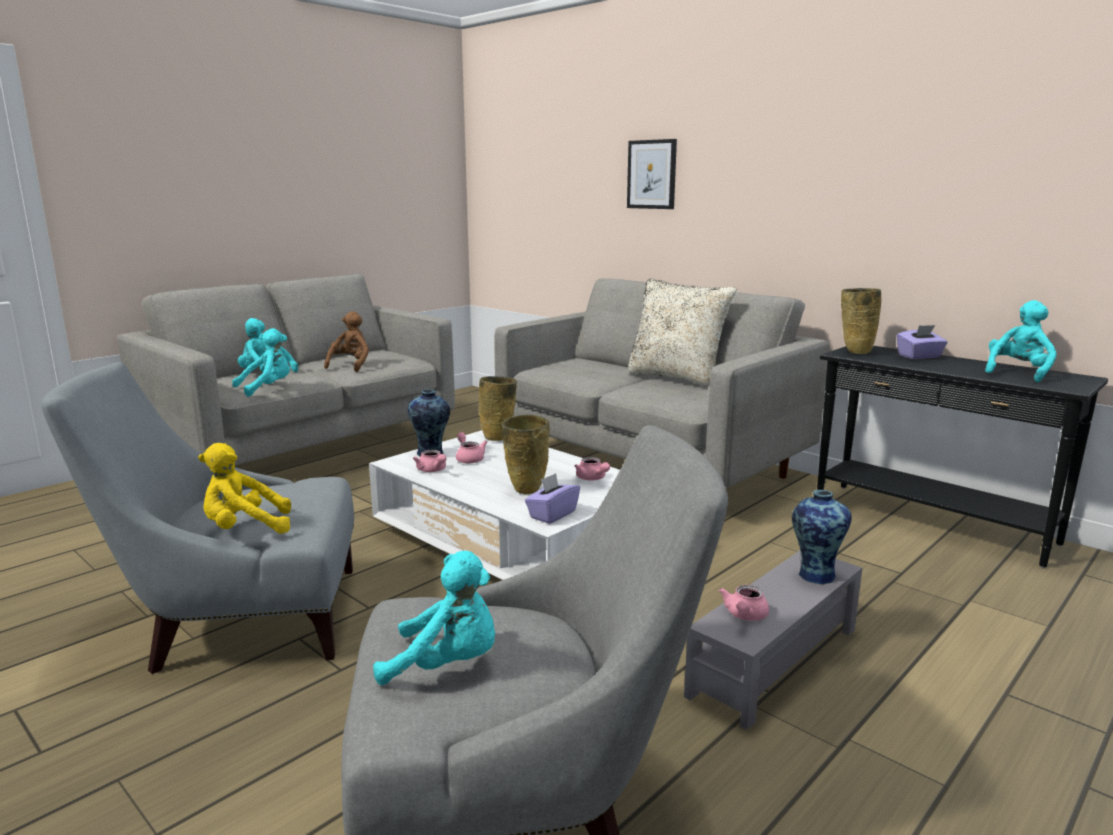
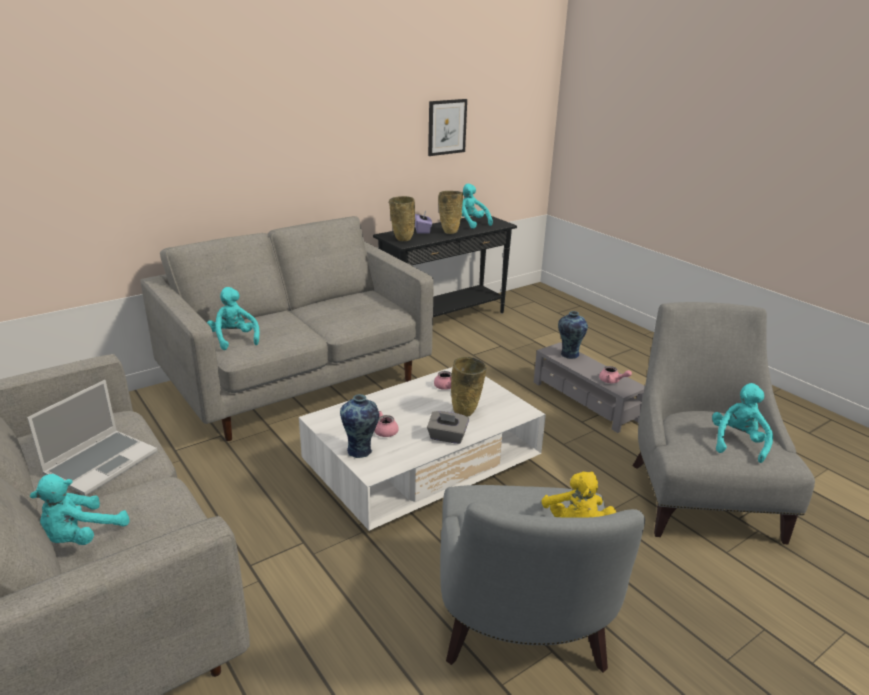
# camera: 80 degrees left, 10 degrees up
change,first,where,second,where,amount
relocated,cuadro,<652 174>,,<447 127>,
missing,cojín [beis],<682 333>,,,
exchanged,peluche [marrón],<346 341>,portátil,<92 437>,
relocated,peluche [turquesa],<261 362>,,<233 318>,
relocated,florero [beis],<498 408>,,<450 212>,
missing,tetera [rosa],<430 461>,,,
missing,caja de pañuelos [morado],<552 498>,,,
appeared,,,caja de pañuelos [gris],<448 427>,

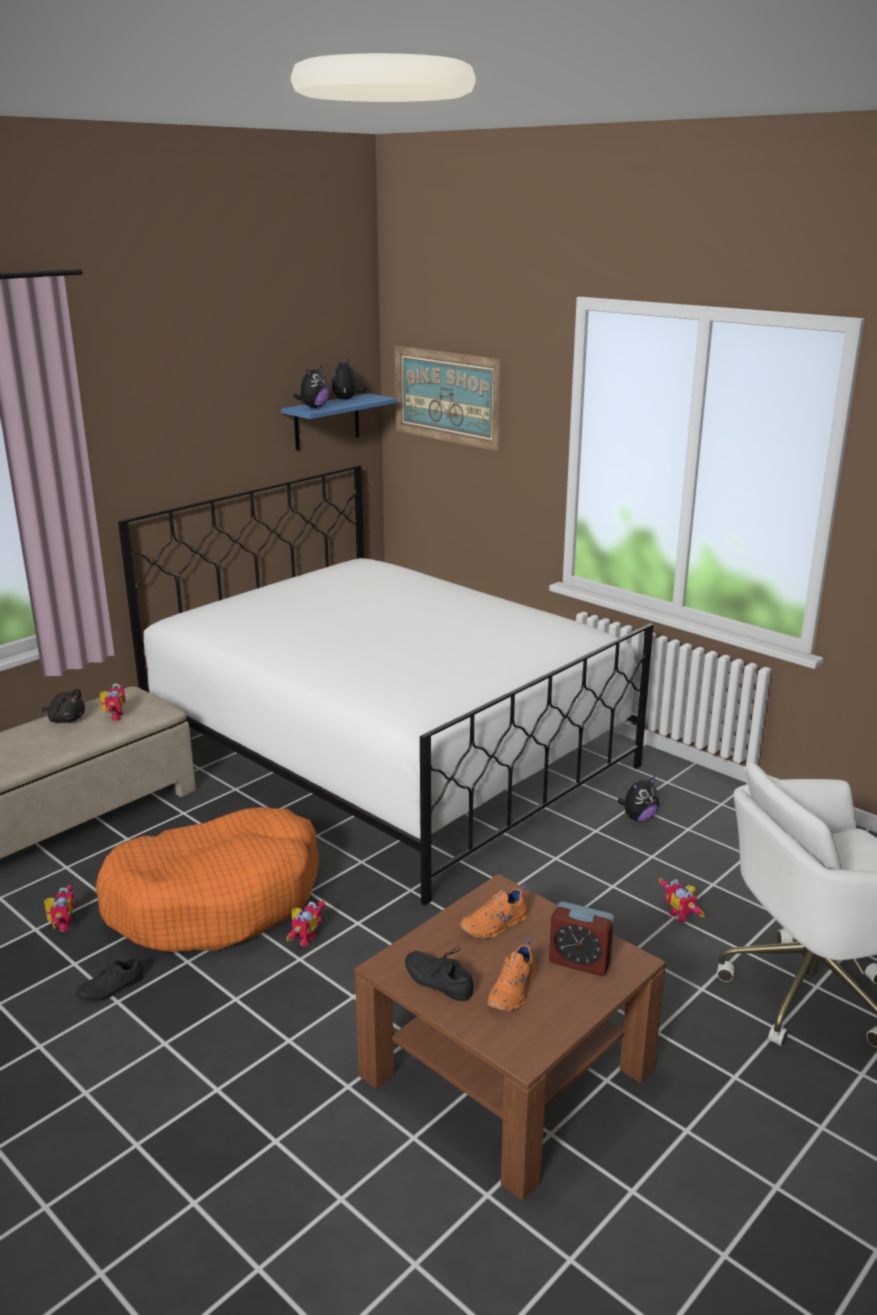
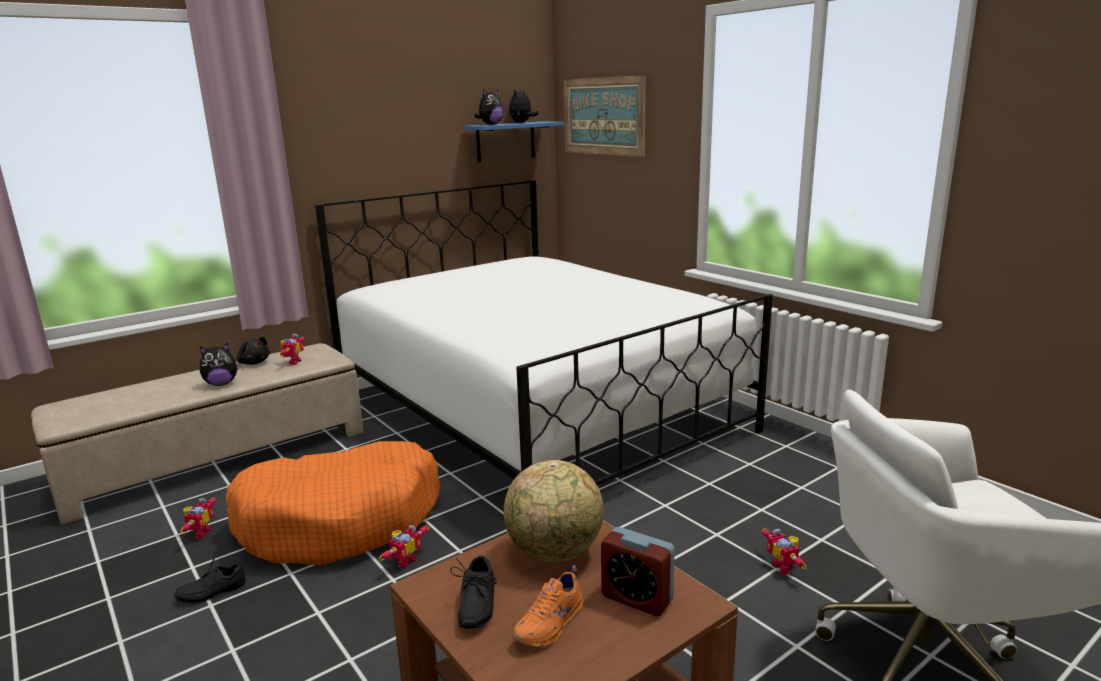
# camera: 10 degrees right, 5 degrees down
change,first,where,second,where,amount
relocated,peluche,<638 799>,,<220 364>,
exchanged,zapato [naranja],<494 912>,globo terráqueo,<554 511>,
spun,zapato [negro],<439 973>,,<473 592>,135 degrees counterclockwise

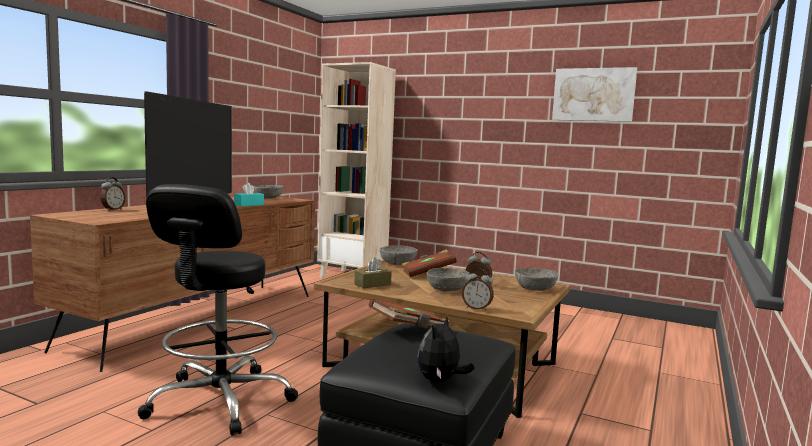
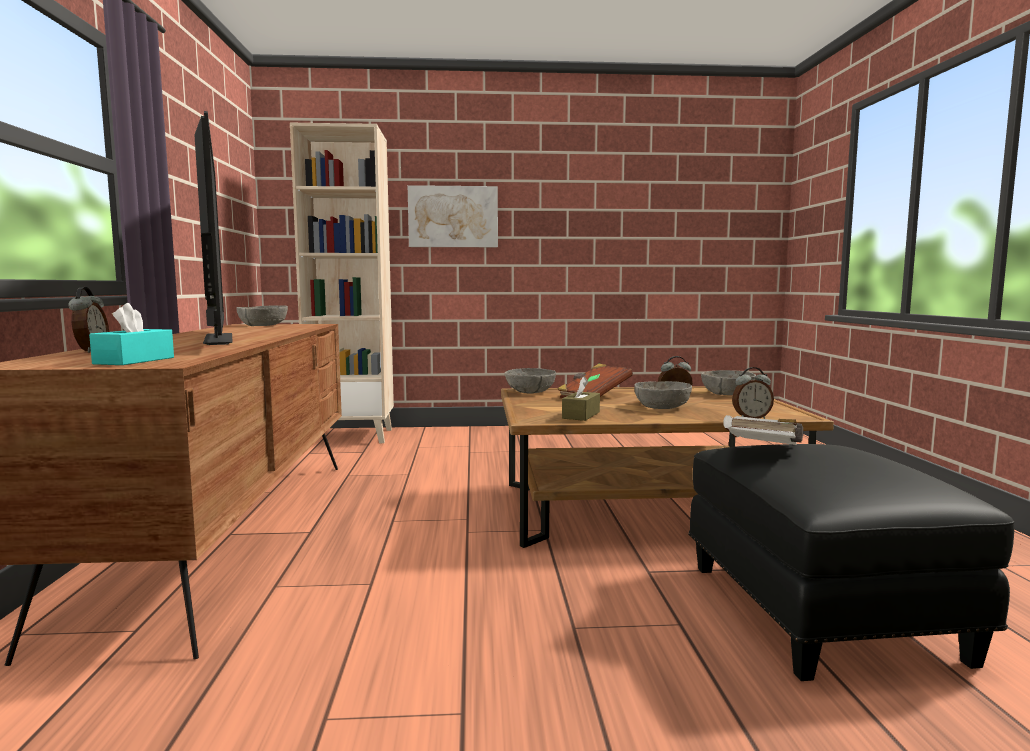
# camera: 30 degrees left, 0 degrees up
change,first,where,second,where,amount
relocated,cuadro,<594 94>,,<453 216>,
relocated,caja de pañuelos [turquesa],<249 194>,,<131 334>,
missing,taburete [negro],<218 309>,,,
colour,libro [marrón],<410 313>,libro [blanco],<763 430>,
missing,peluche,<446 349>,,,

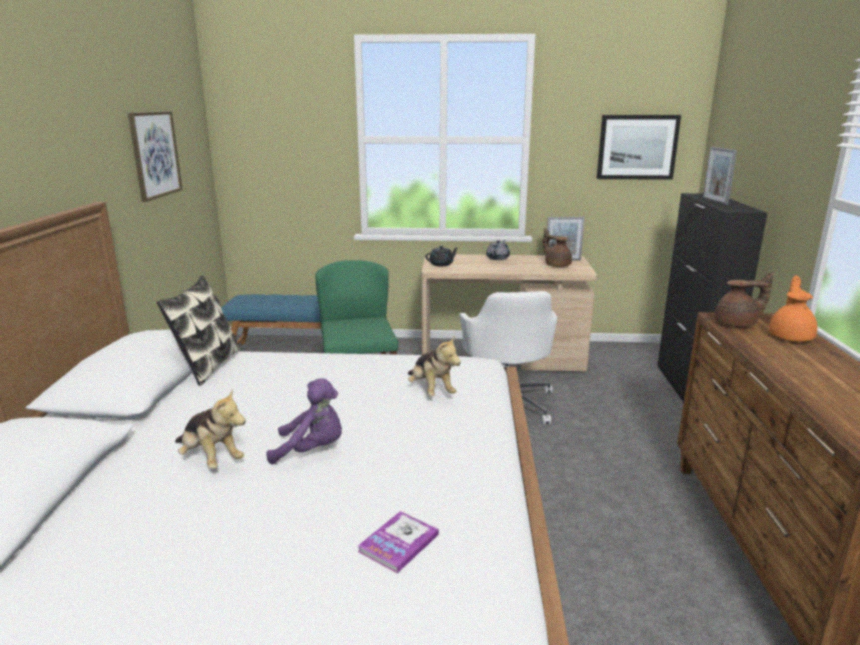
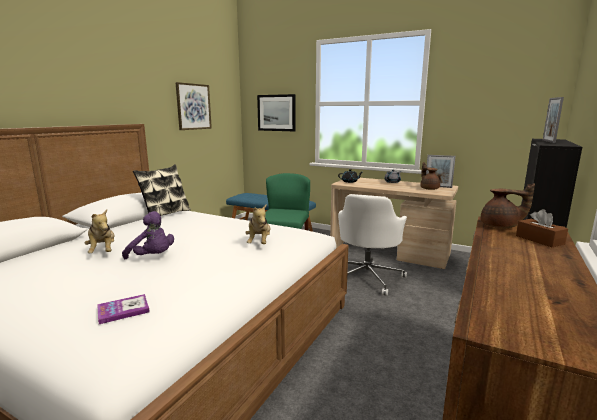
# camera: 25 degrees right, 5 degrees down
change,first,where,second,where,amount
relocated,cuadro,<639 147>,,<276 112>,
exchanged,tetera [naranja],<793 308>,caja de pañuelos [marrón],<542 228>,

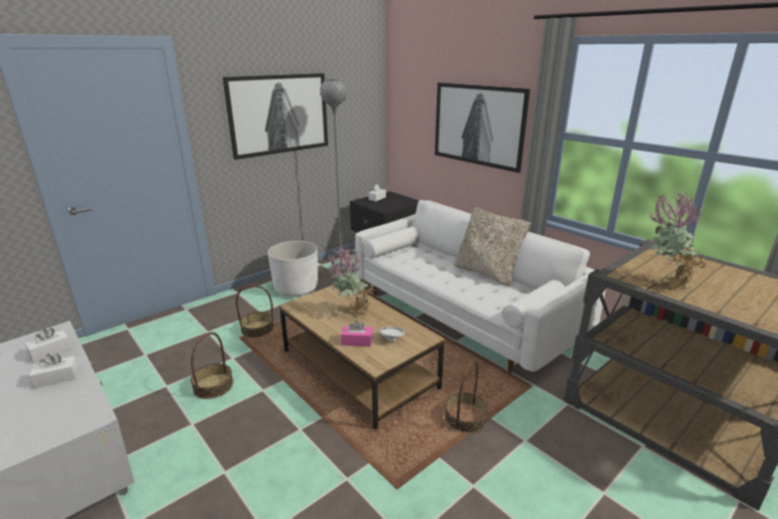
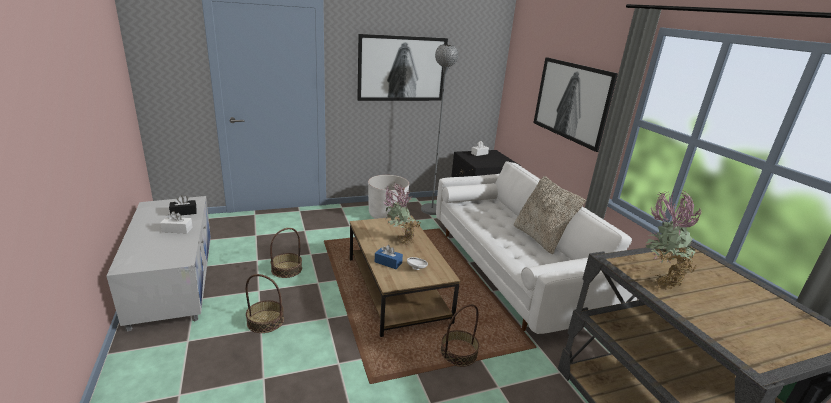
# camera: 20 degrees right, 0 degrees up
change,first,where,second,where,amount
relocated,cesta,<255 311>,,<265 303>,
colour,caja de pañuelos [rosa],<357 333>,caja de pañuelos [azul],<389 257>,
colour,caja de pañuelos [blanco],<48 345>,caja de pañuelos [negro],<182 205>,

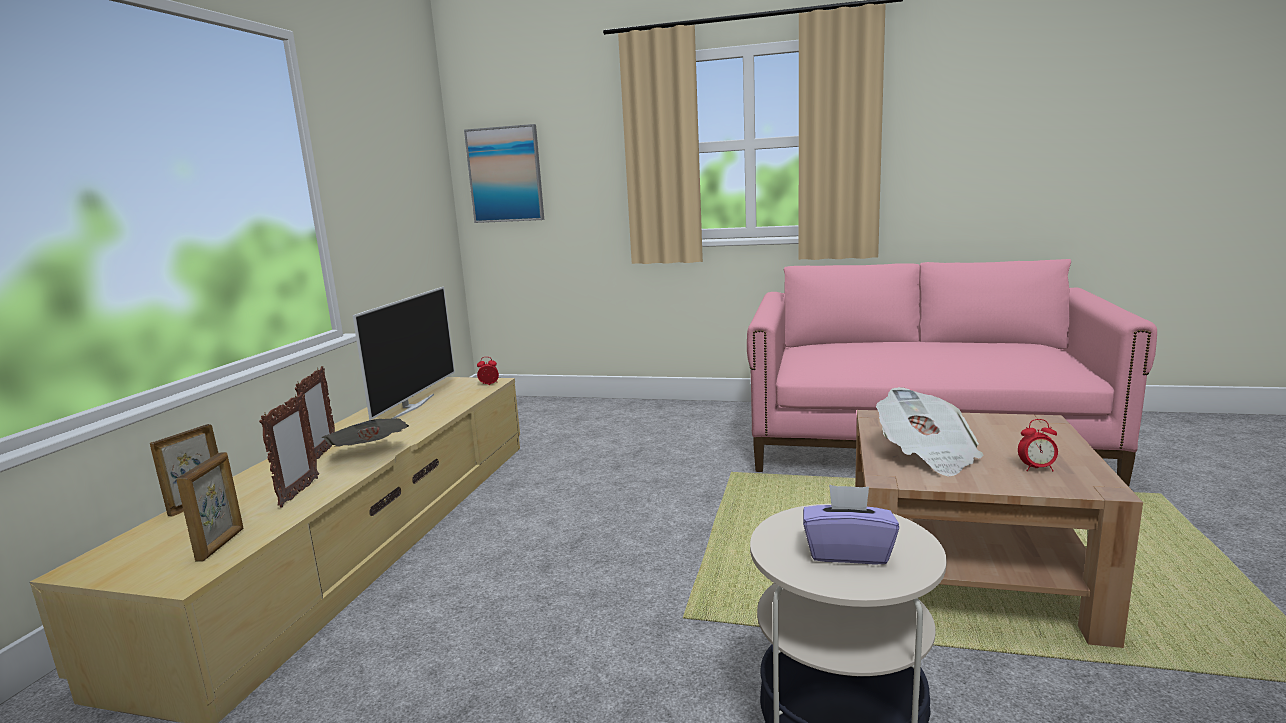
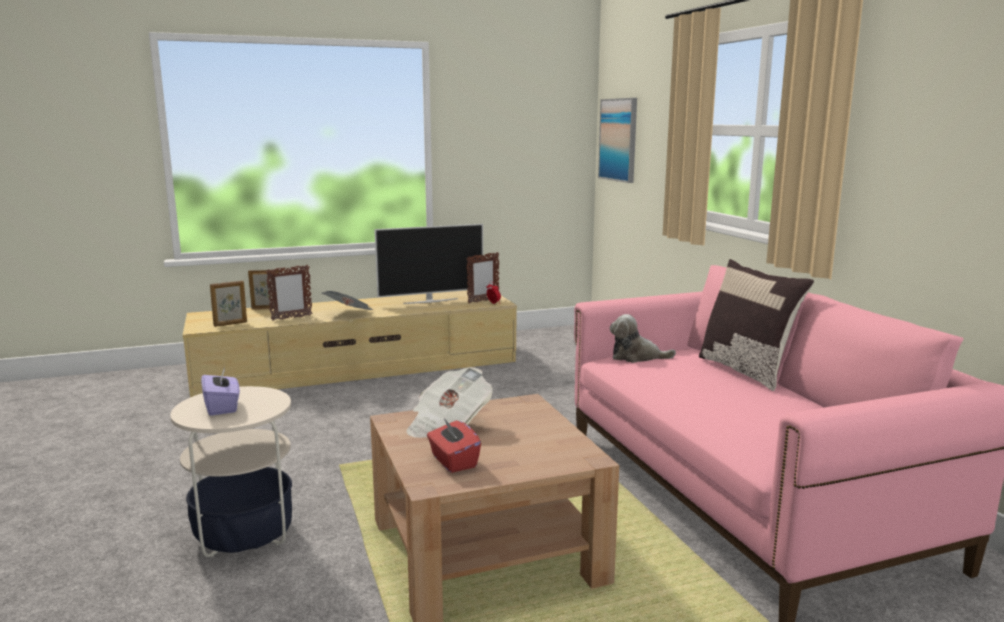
# camera: 55 degrees right, 0 degrees up
change,first,where,second,where,amount
relocated,portarretratos,<315 414>,,<482 278>,
exchanged,despertador,<1038 445>,caja de pañuelos [rojo],<454 445>,
appeared,,,cojín,<756 325>,
appeared,,,peluche,<643 338>,

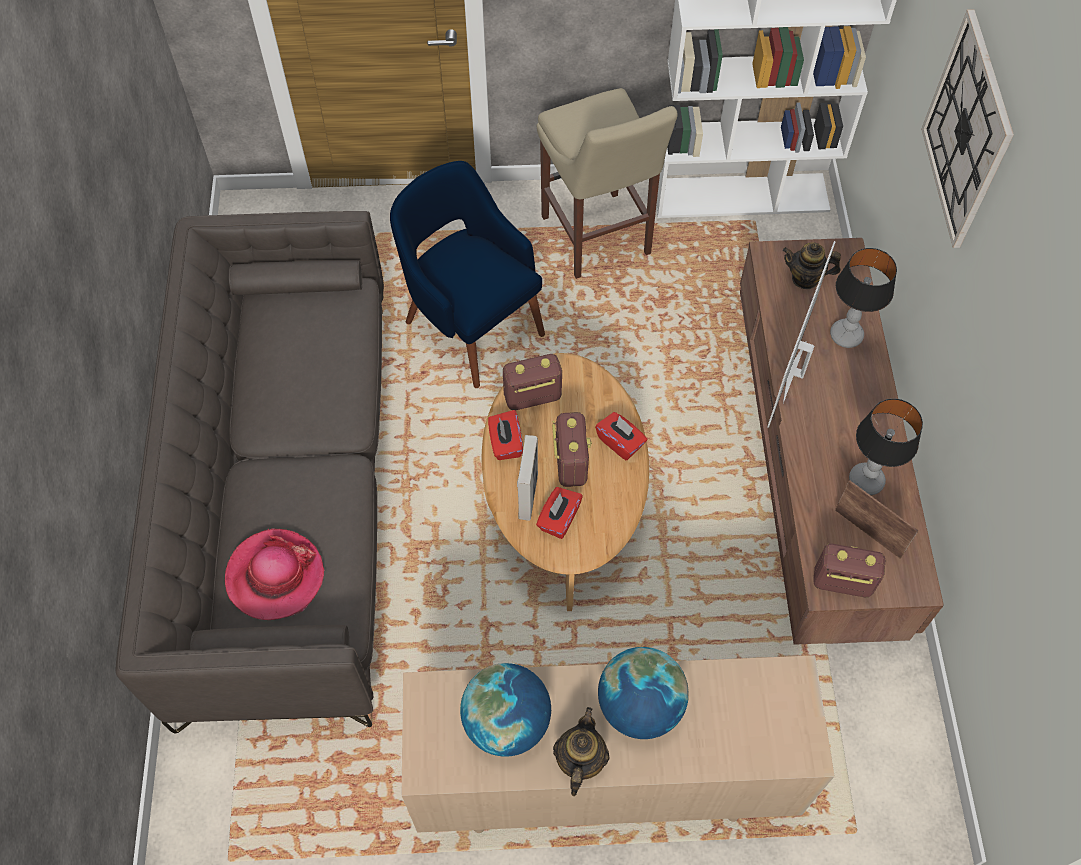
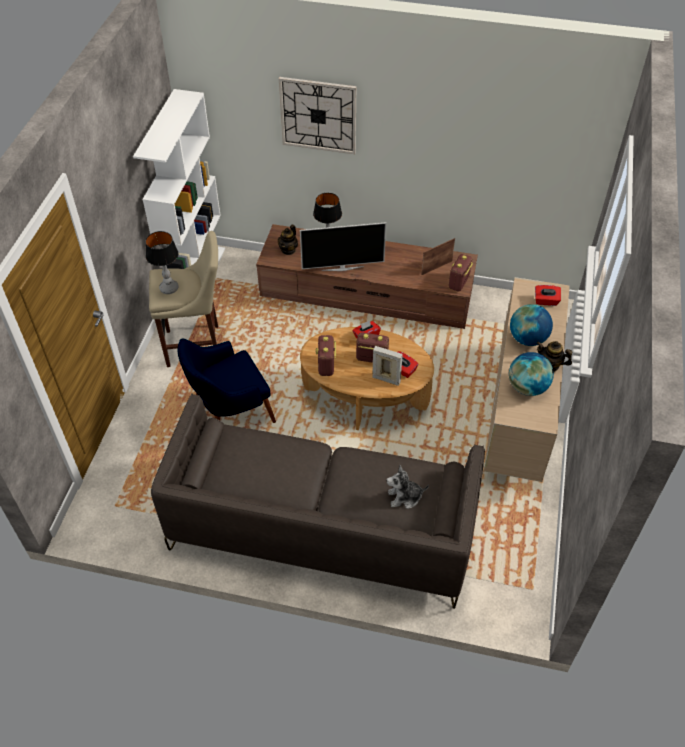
# camera: 75 degrees left, 10 degrees down
change,first,where,second,where,amount
spun,televisor,<801 334>,,<343 246>,45 degrees counterclockwise
relocated,lámpara de mesa,<886 447>,,<162 262>,
relocated,caja de pañuelos [rojo],<505 435>,,<548 295>,
exchanged,sombrero,<275 574>,peluche,<408 487>,

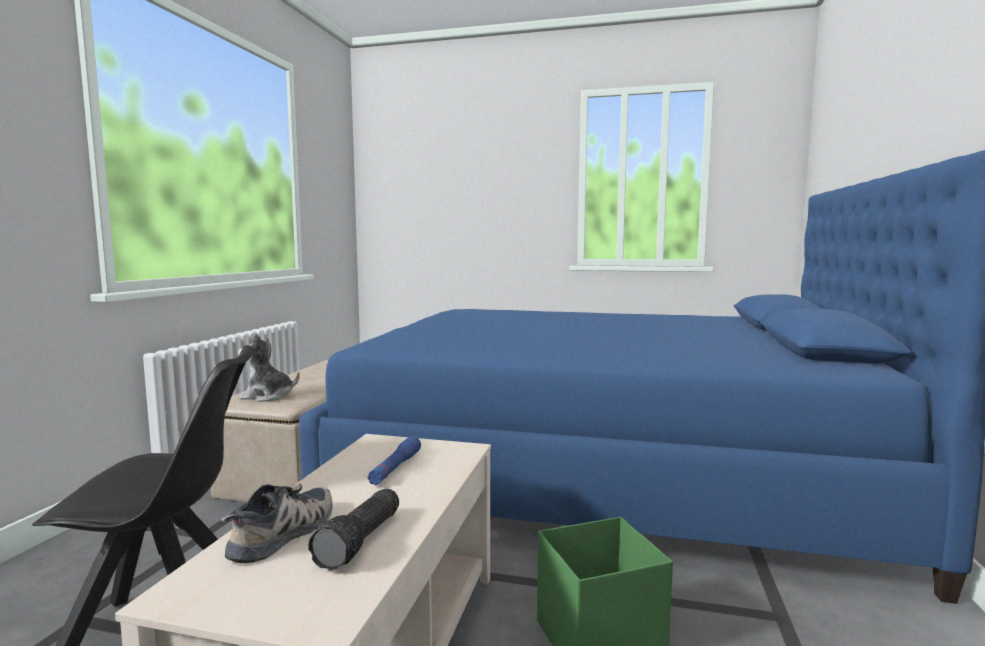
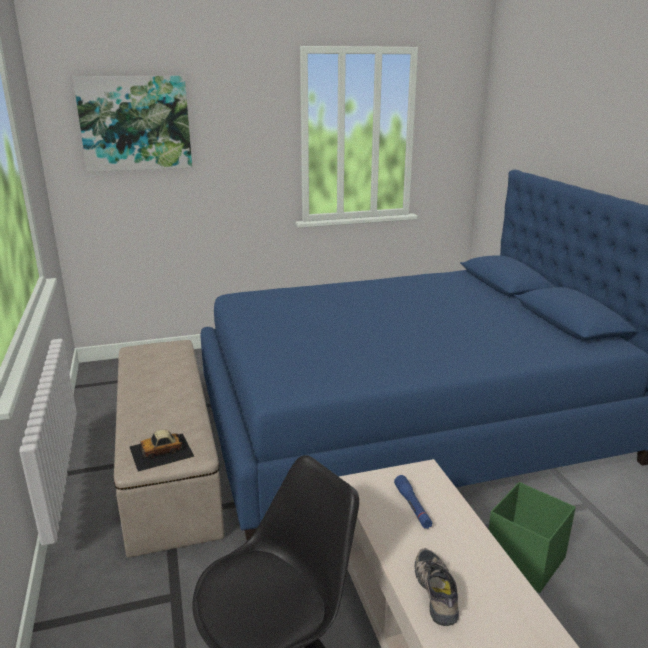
# camera: 30 degrees left, 15 degrees up
change,first,where,second,where,amount
exchanged,peluche,<269 367>,coche de juguete,<162 450>,
missing,linterna,<353 530>,,,
appeared,,,cuadro,<132 124>,

